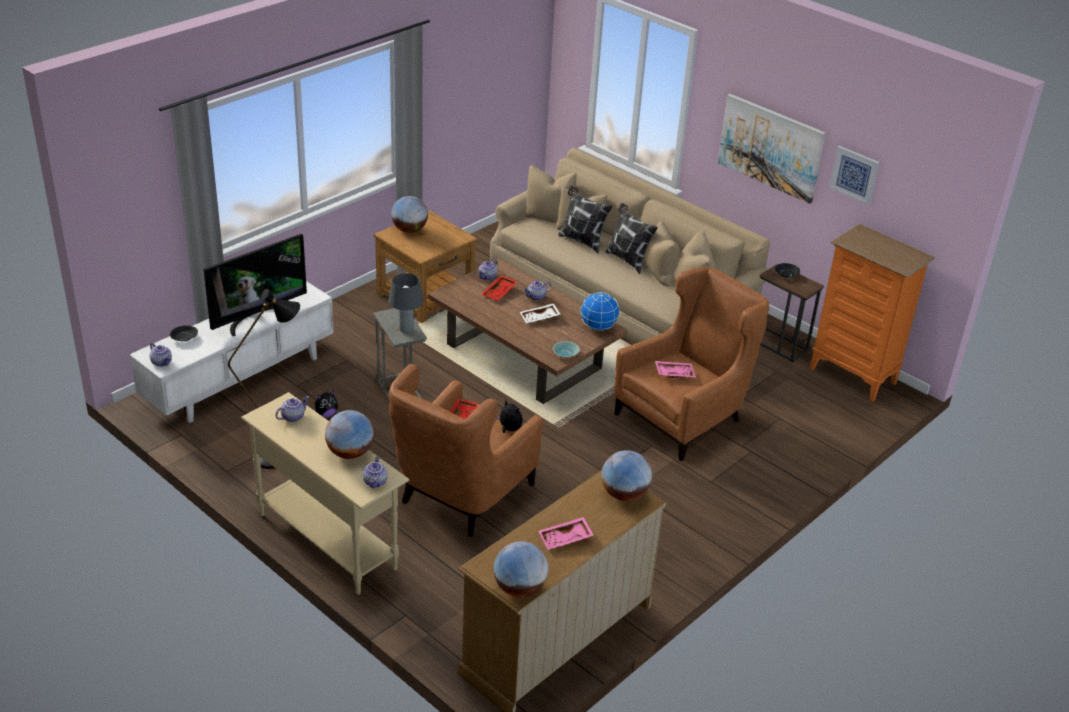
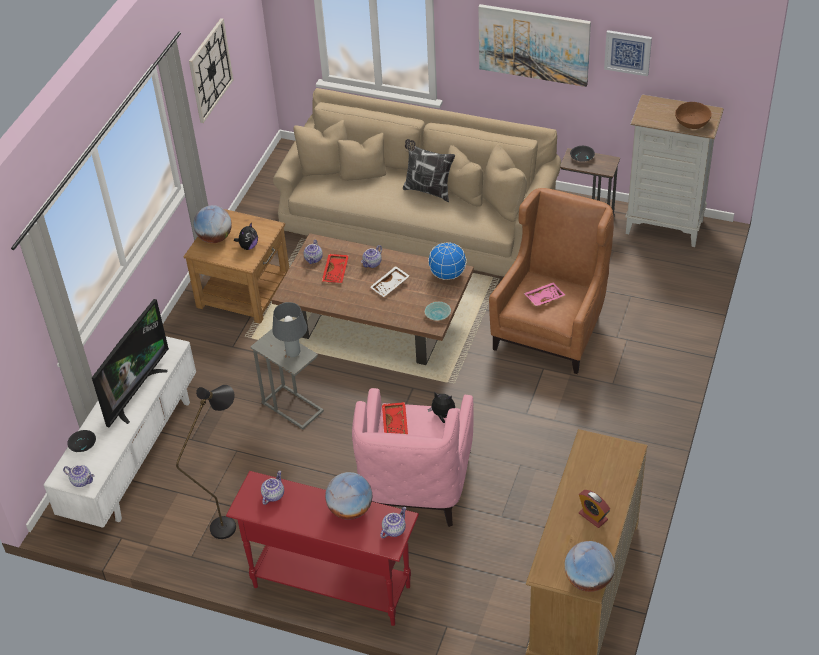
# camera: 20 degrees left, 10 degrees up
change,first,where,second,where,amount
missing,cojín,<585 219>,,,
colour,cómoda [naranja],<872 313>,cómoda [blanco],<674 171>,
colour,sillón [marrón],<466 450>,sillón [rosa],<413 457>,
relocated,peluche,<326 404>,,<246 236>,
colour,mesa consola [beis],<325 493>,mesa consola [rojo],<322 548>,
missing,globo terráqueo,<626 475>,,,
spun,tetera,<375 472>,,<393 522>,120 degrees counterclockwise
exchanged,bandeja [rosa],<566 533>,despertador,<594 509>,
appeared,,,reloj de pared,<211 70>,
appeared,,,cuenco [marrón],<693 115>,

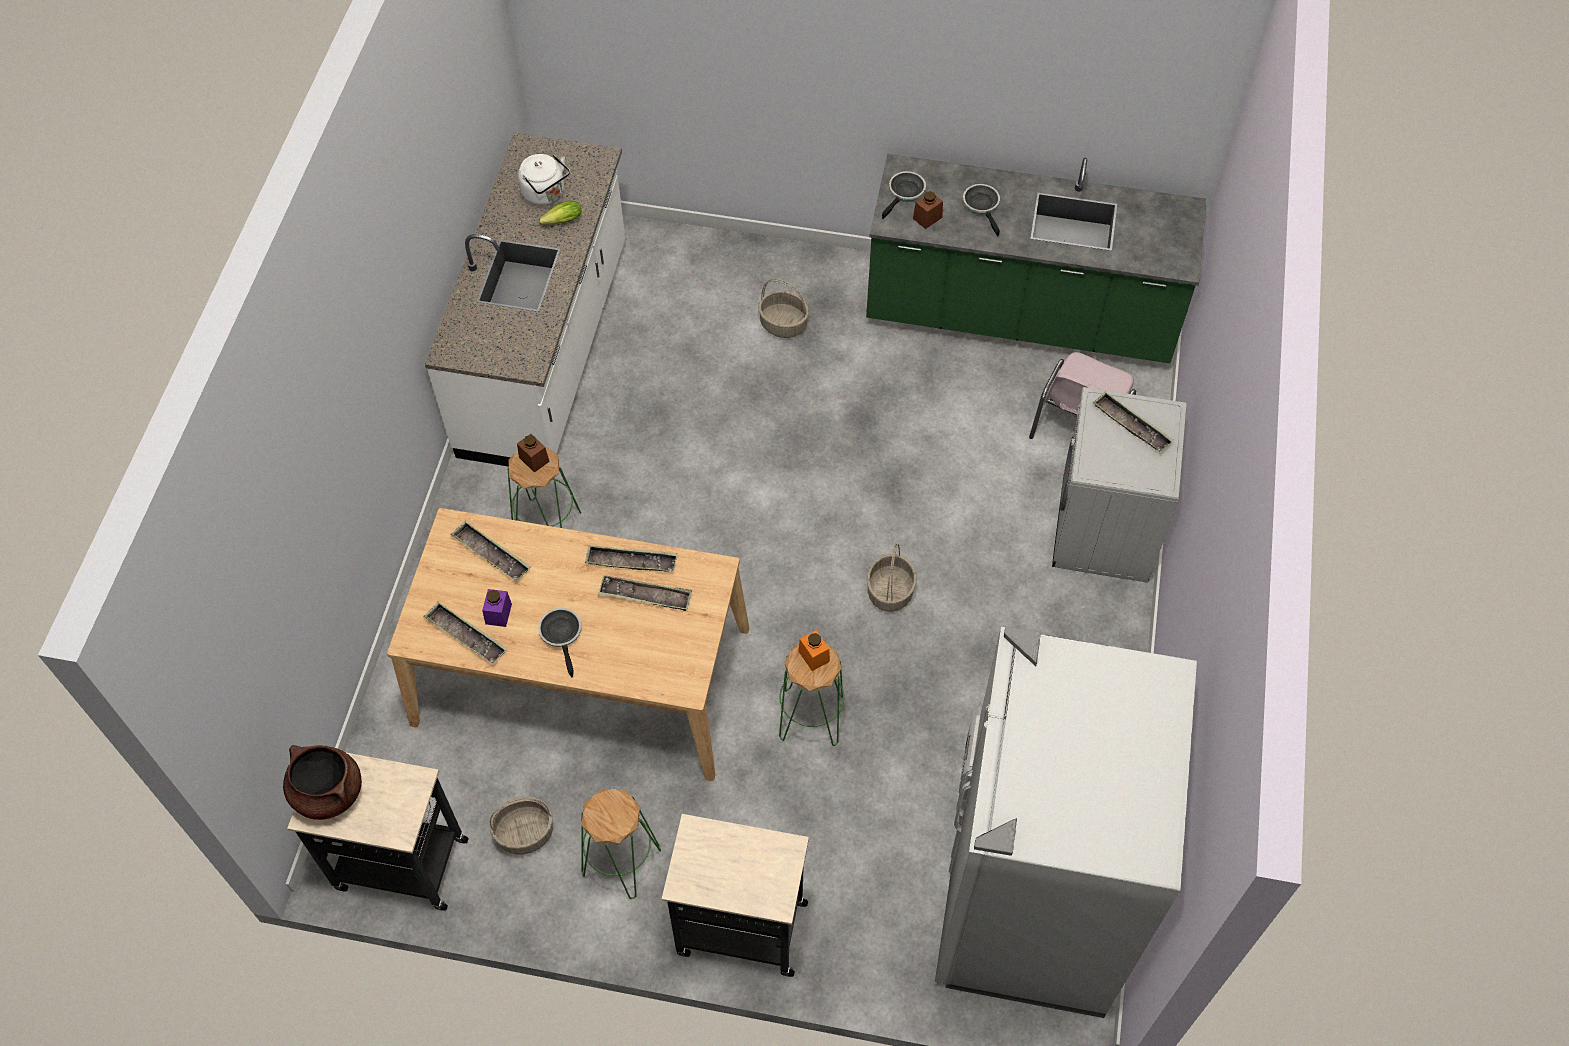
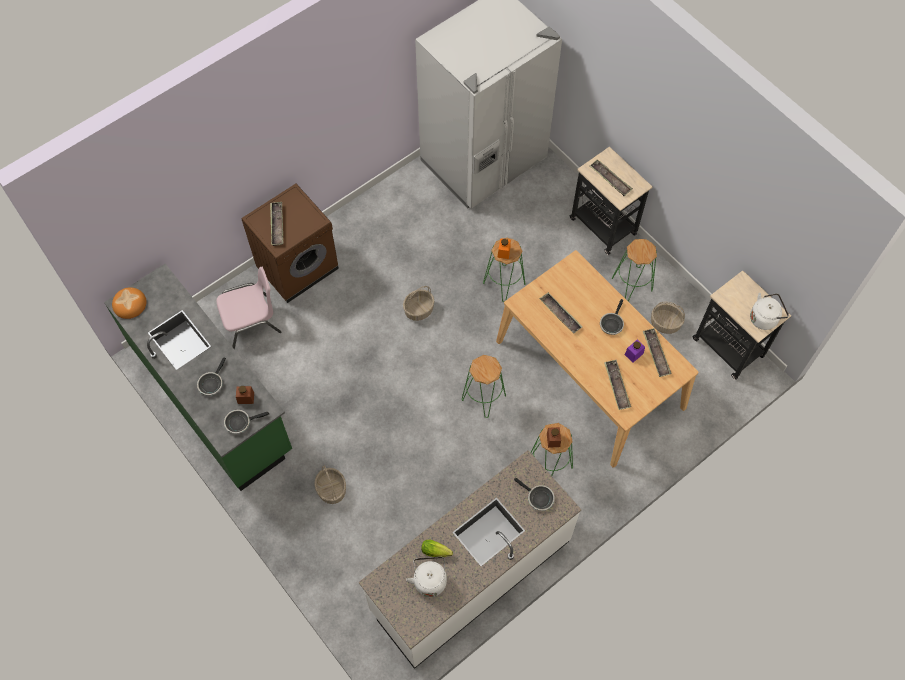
# camera: 140 degrees left, 5 degrees up
change,first,where,second,where,amount
colour,lavadora [blanco],<1119 485>,lavadora [marrón],<290 243>,
relocated,bandeja,<631 558>,,<611 177>,
exchanged,olla [marrón],<322 782>,hervidor [blanco],<769 311>,
appeared,,,pan,<129 303>,
appeared,,,taburete [verde],<484 386>,
appeared,,,sartén,<534 494>,

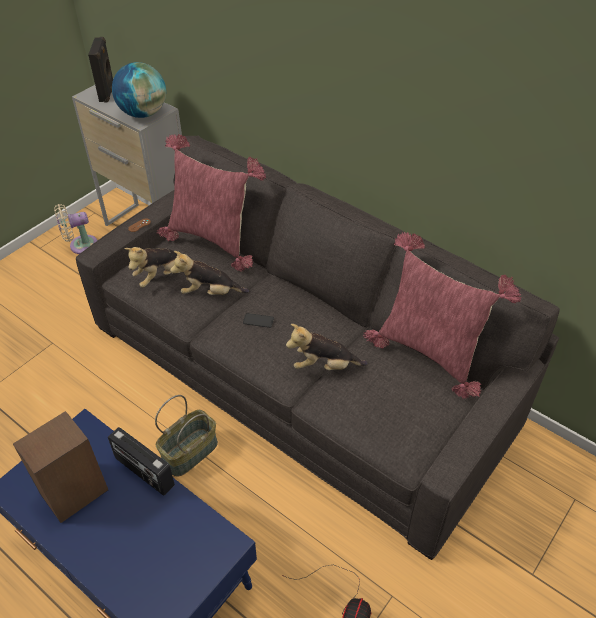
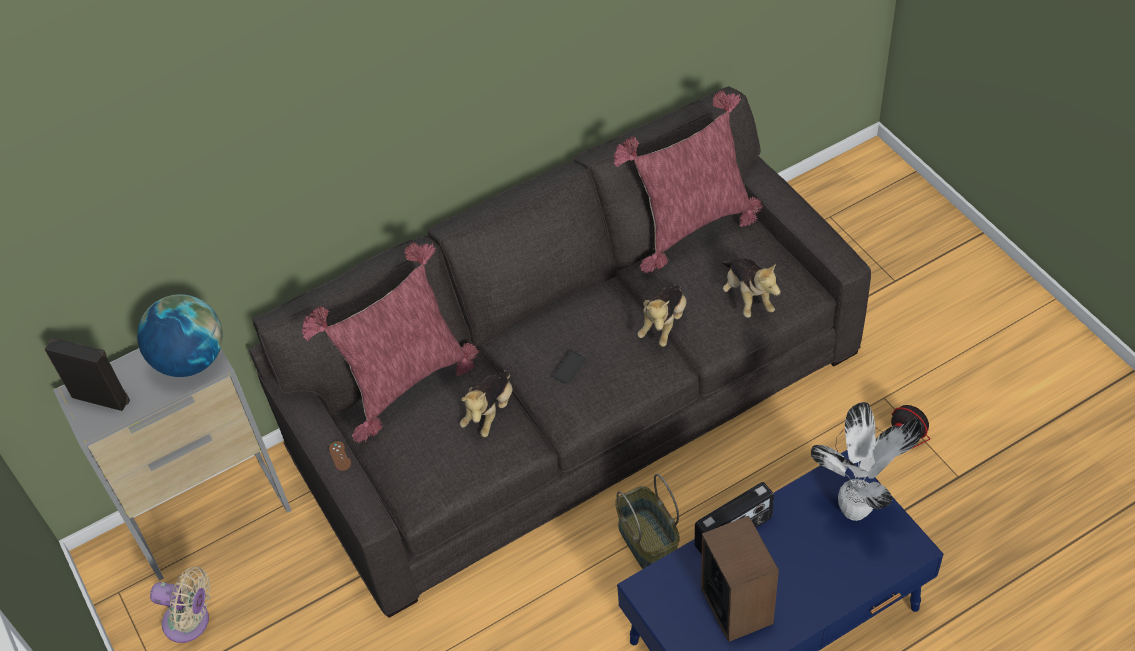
# camera: 65 degrees left, 5 degrees up
change,first,where,second,where,amount
spun,ventilador [beis],<76 229>,,<180 605>,75 degrees counterclockwise
relocated,peluche,<157 267>,,<751 288>,
appeared,,,planta en maceta,<866 461>,

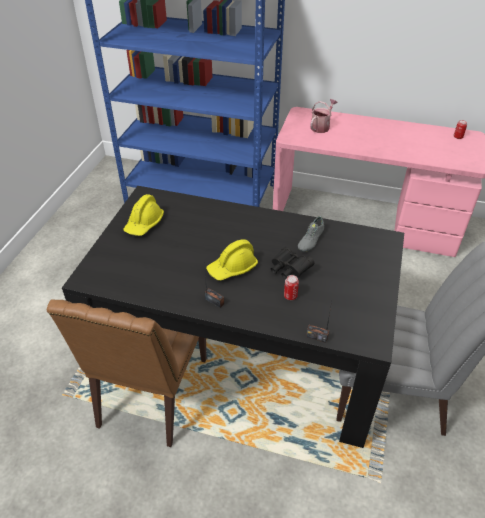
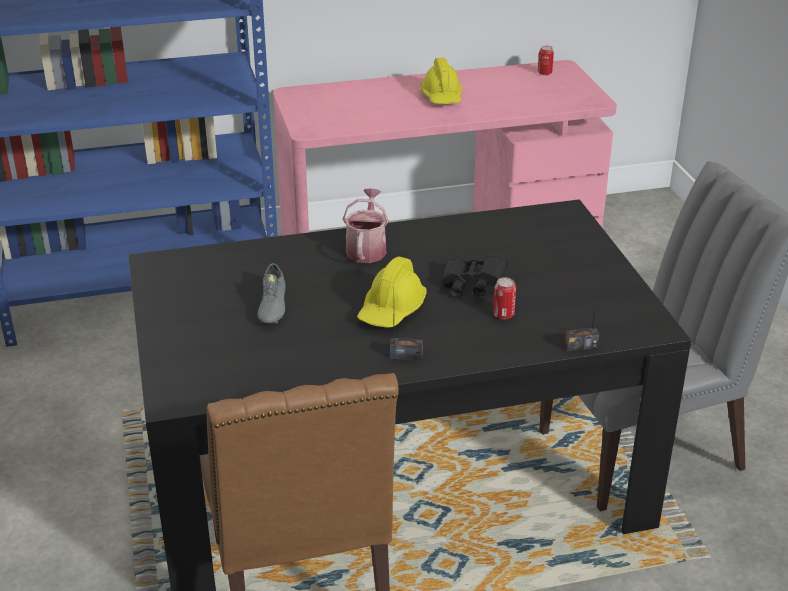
# camera: 30 degrees left, 10 degrees down
change,first,where,second,where,amount
relocated,regadera,<324 116>,,<365 225>,
relocated,casco [amarillo],<143 215>,,<441 81>,
relocated,zapato [gris],<311 234>,,<272 294>,

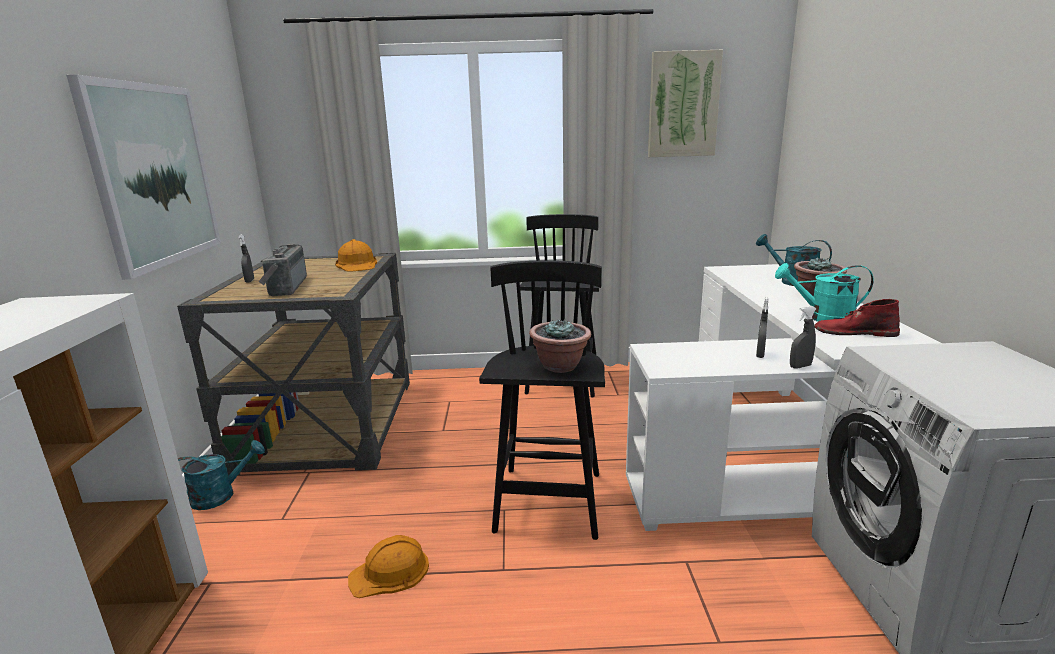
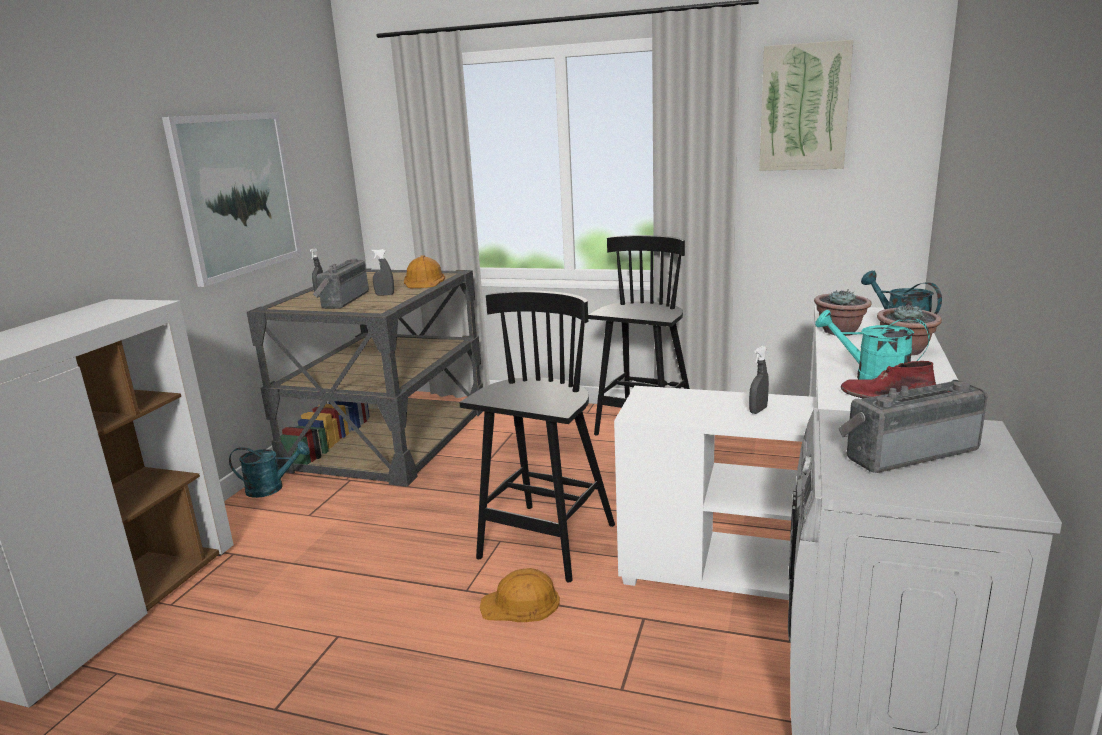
# camera: 20 degrees right, 0 degrees up
change,first,where,second,where,amount
relocated,pulverizador [gris],<803 337>,,<382 272>,
relocated,planta en maceta,<560 345>,,<843 312>,
relocated,casco [naranja],<388 566>,,<520 595>,
appeared,,,radio,<913 426>,

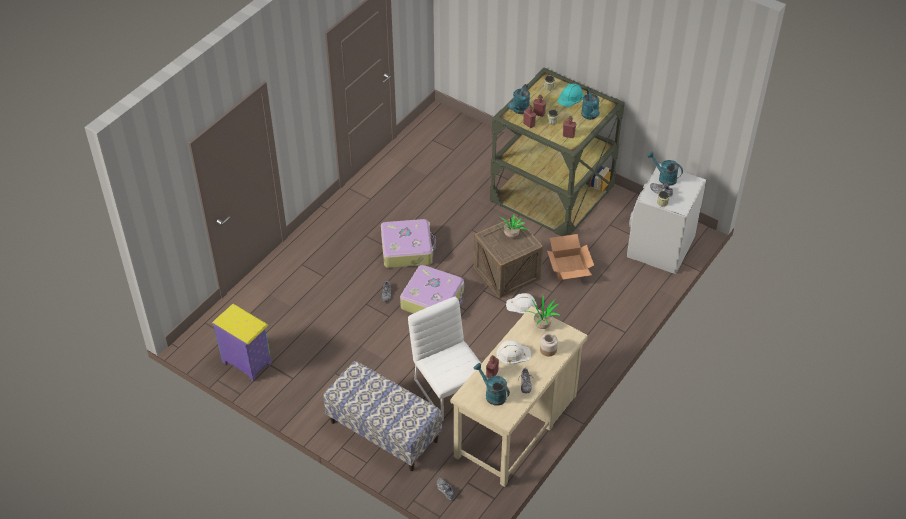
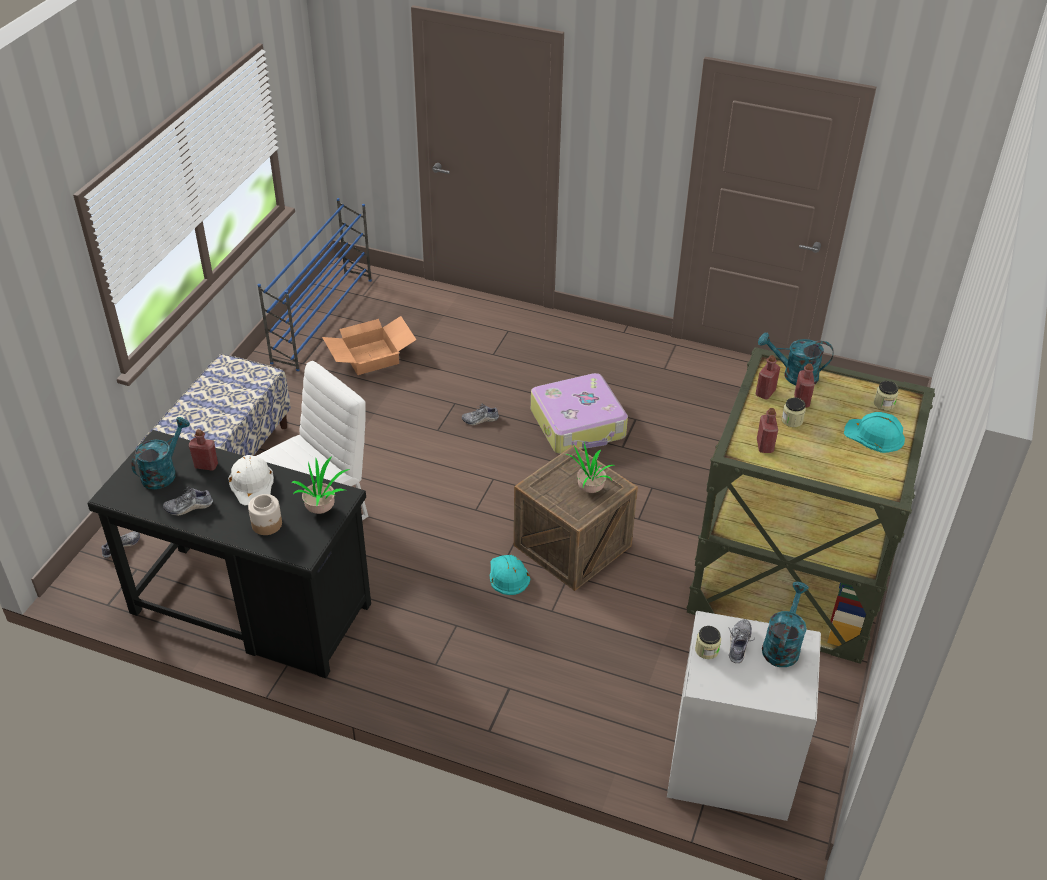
# camera: 75 degrees right, 5 degrees down
change,first,where,second,where,amount
missing,regadera [turquesa],<590 104>,,,
relocated,caja de cartón,<570 257>,,<369 345>,
missing,maleta,<432 289>,,,
colour,casco [blanco],<521 303>,casco [turquesa],<510 575>,
exchanged,mesita de noche,<242 342>,zapatero [azul],<315 284>,
colour,escritorio [beis],<519 396>,escritorio [negro],<229 554>,

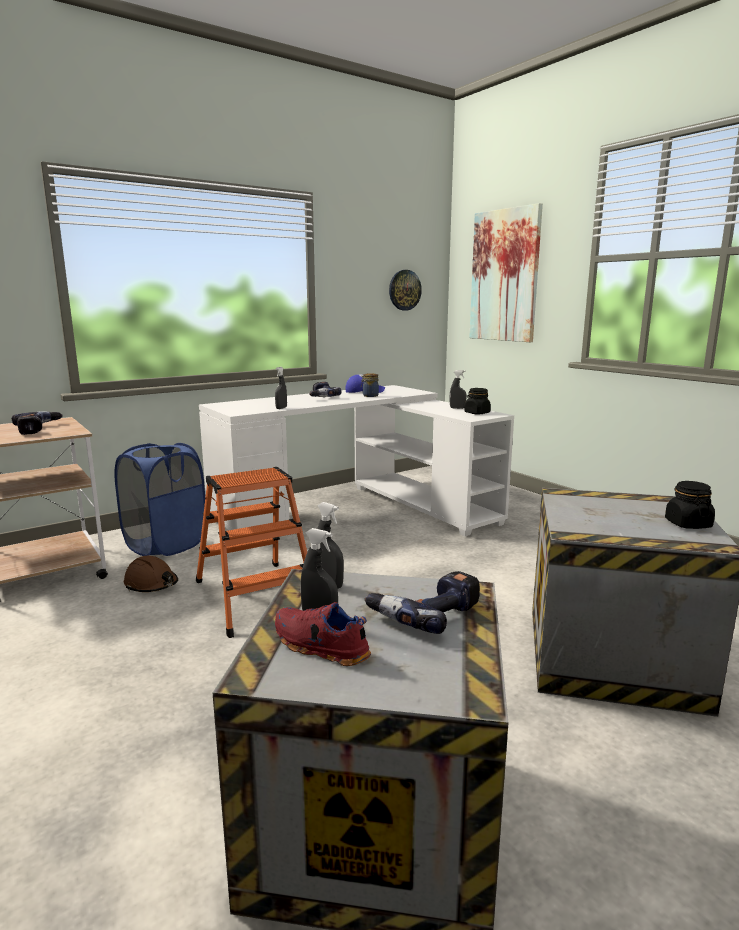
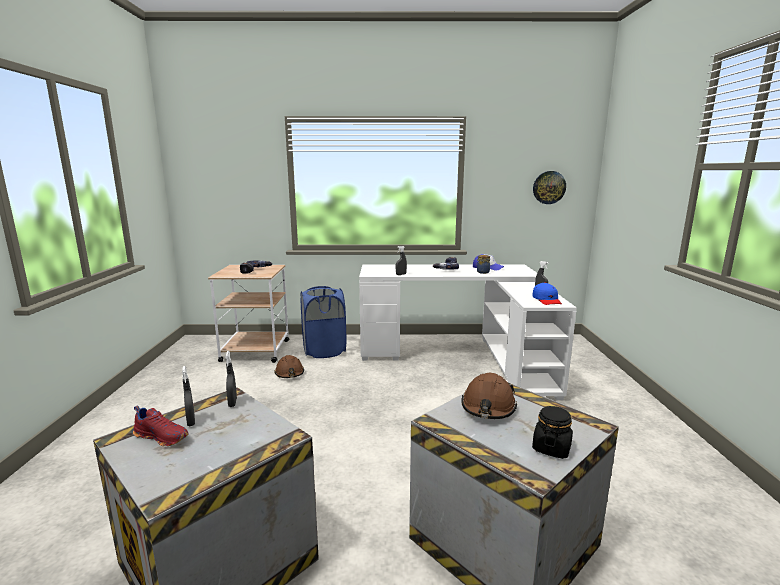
# camera: 35 degrees right, 0 degrees up
change,first,where,second,where,amount
missing,cuadro,<506 272>,,,
exchanged,tarro [negro],<478 401>,gorra [azul],<547 293>,
missing,escalera de tijera [naranja],<251 552>,,,
missing,taladro,<422 602>,,,
spun,zapato [rojo],<323 634>,,<160 425>,135 degrees clockwise
appeared,,,casco [marrón],<489 395>,

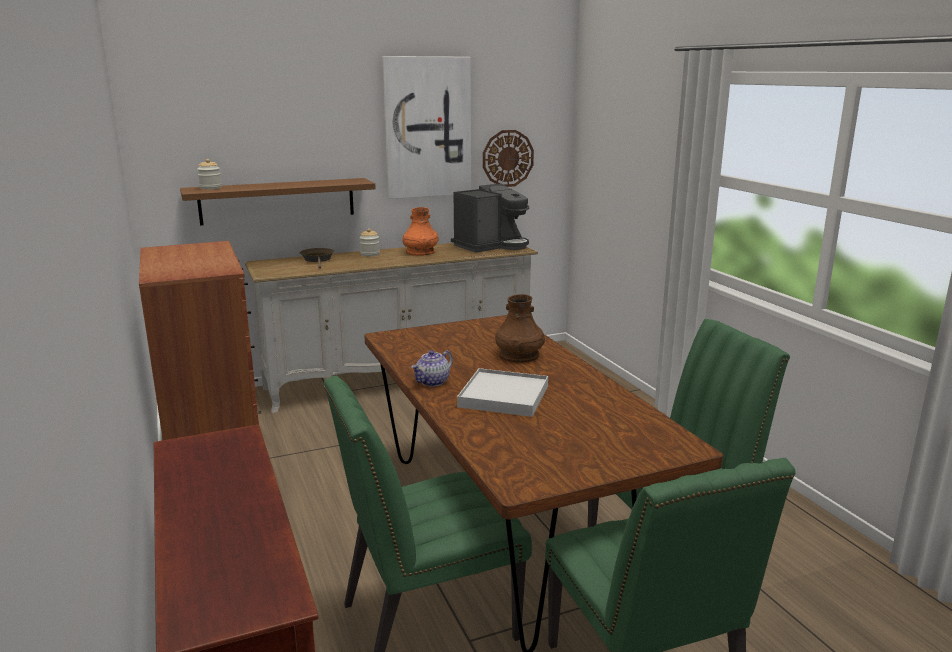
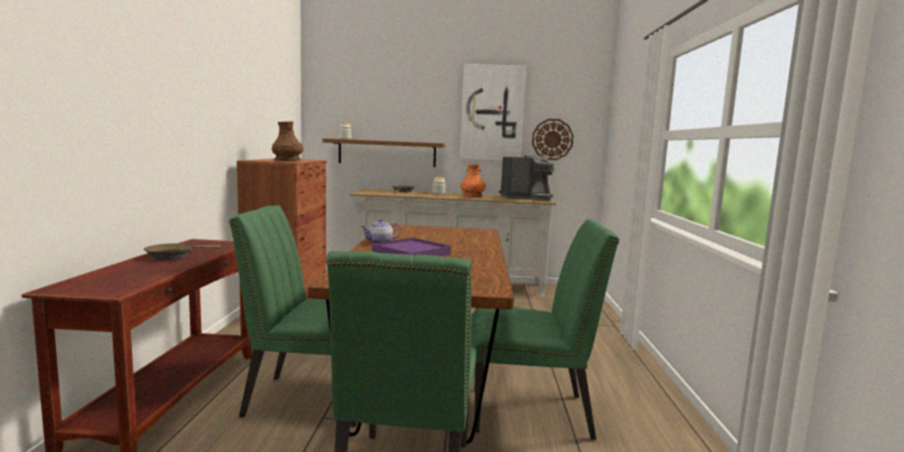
# camera: 25 degrees right, 10 degrees down
change,first,where,second,where,amount
relocated,florero [marrón],<520 328>,,<287 141>,
colour,bandeja [blanco],<502 392>,bandeja [morado],<411 247>,
appeared,,,sartén [marrón],<182 251>,

